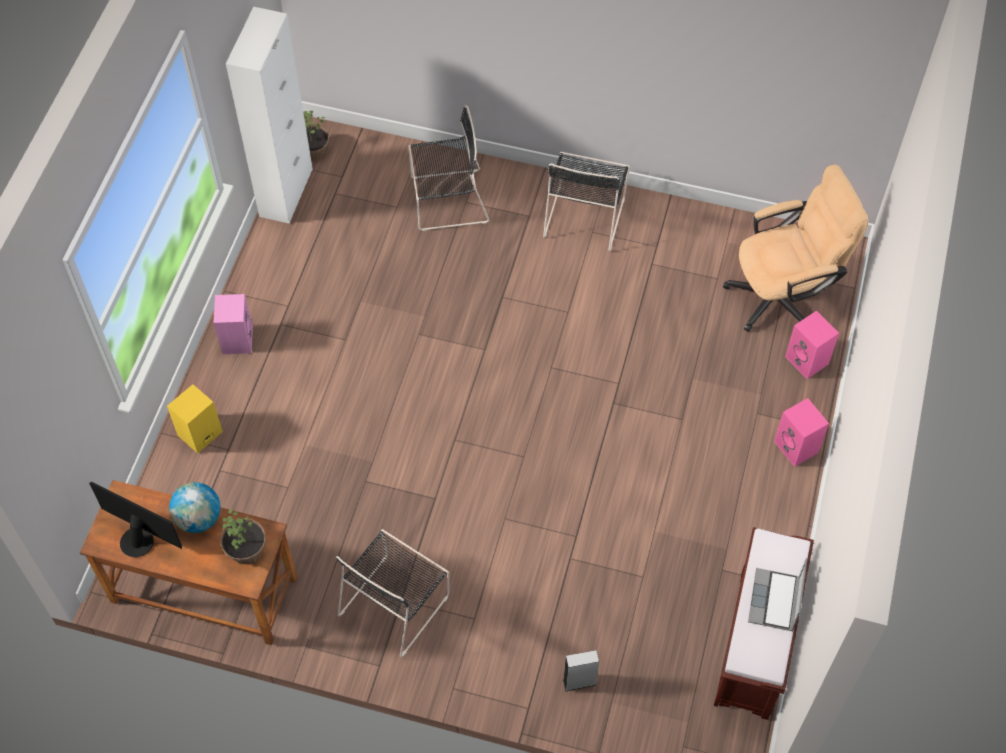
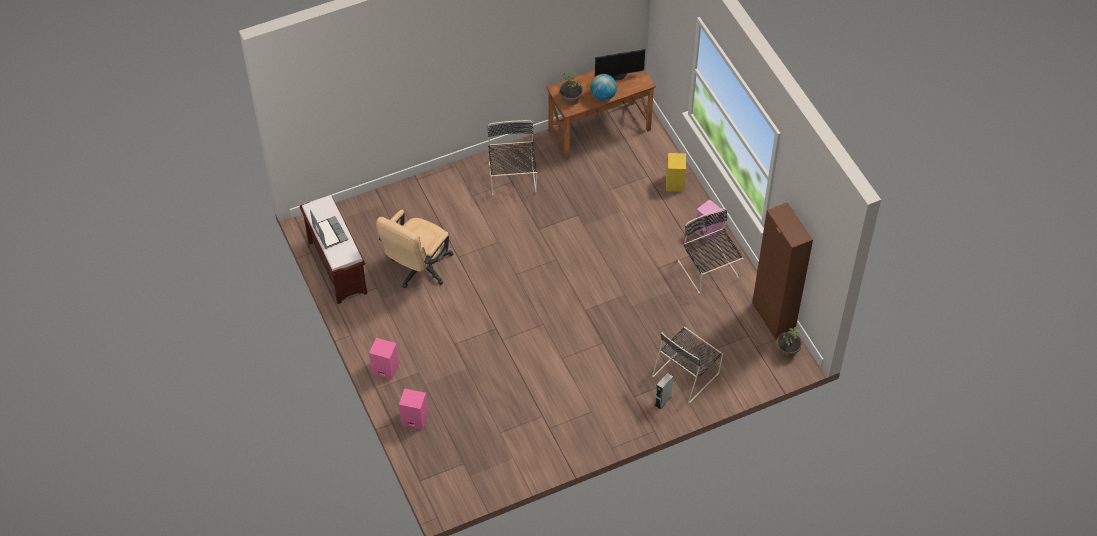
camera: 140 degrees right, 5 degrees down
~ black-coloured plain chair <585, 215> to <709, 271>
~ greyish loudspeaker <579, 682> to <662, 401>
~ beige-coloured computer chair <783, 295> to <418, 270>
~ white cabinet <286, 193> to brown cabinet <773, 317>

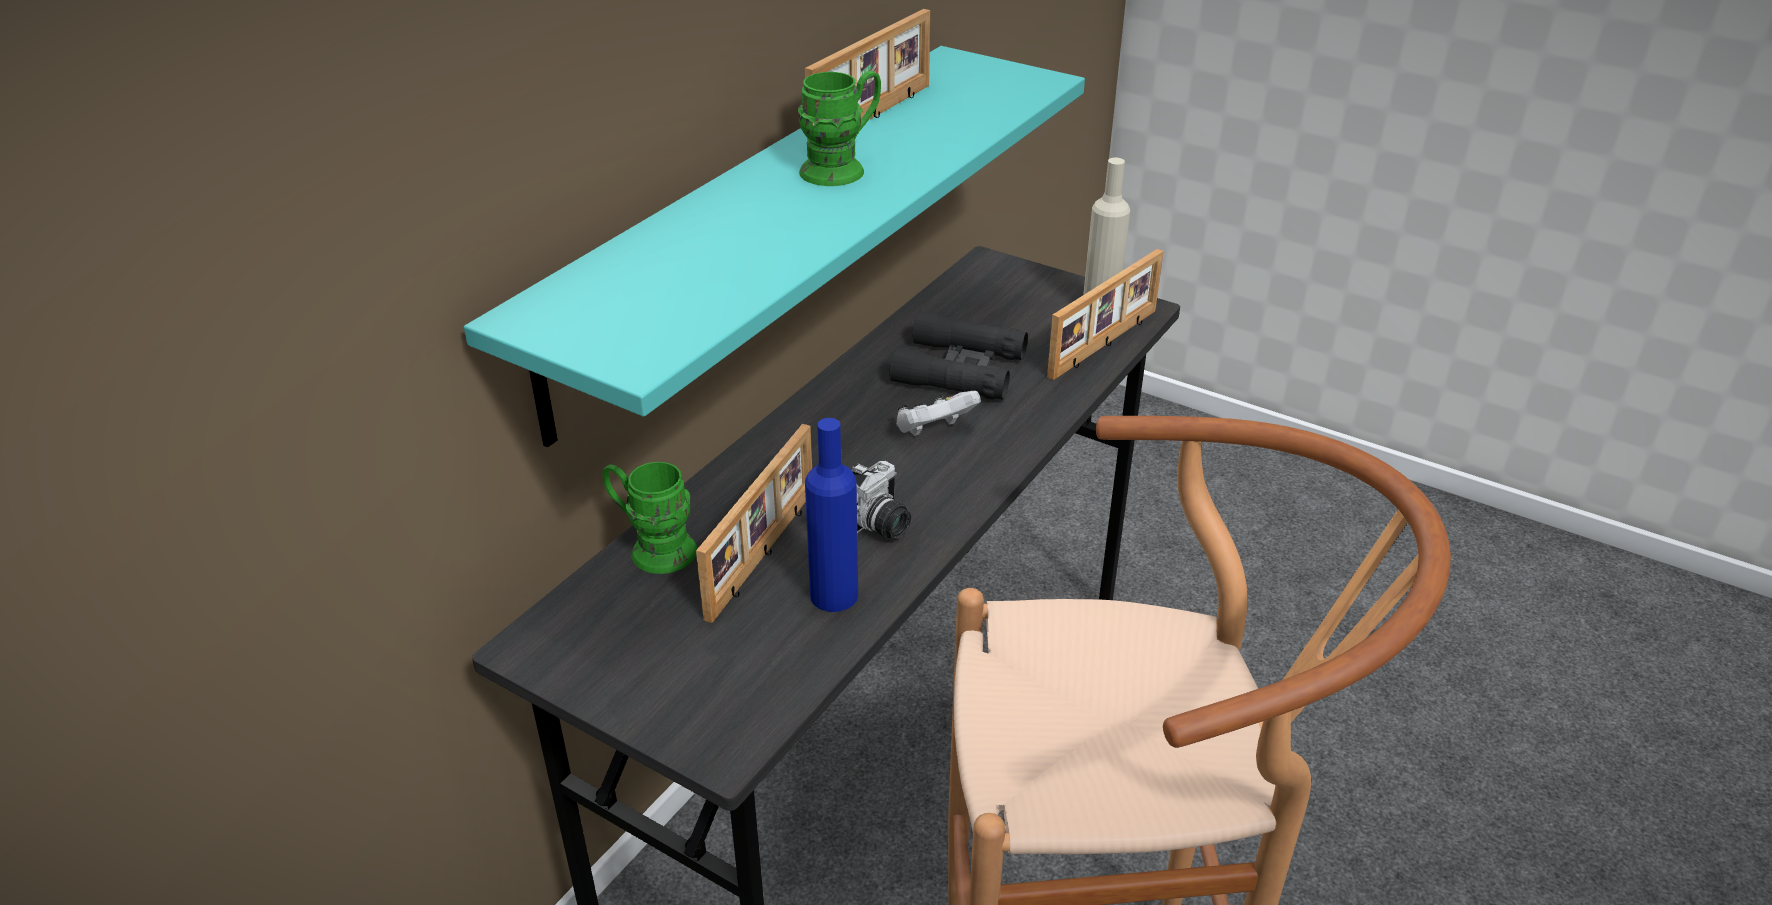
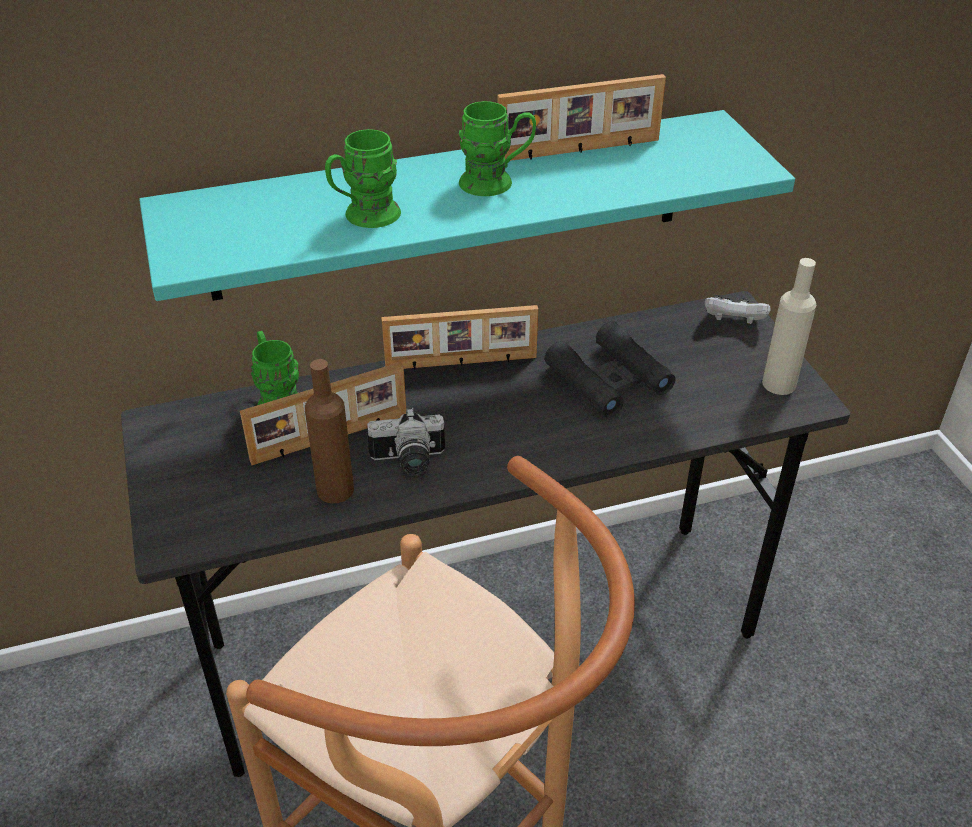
camera: 40 degrees right, 5 degrees up
+ green coffee mug <364, 217>
~ white joypad <934, 431> to <733, 323>
~ picture frame <1105, 344> to <461, 363>
~ blue-coloured bottle <834, 595> to brown bottle <335, 490>

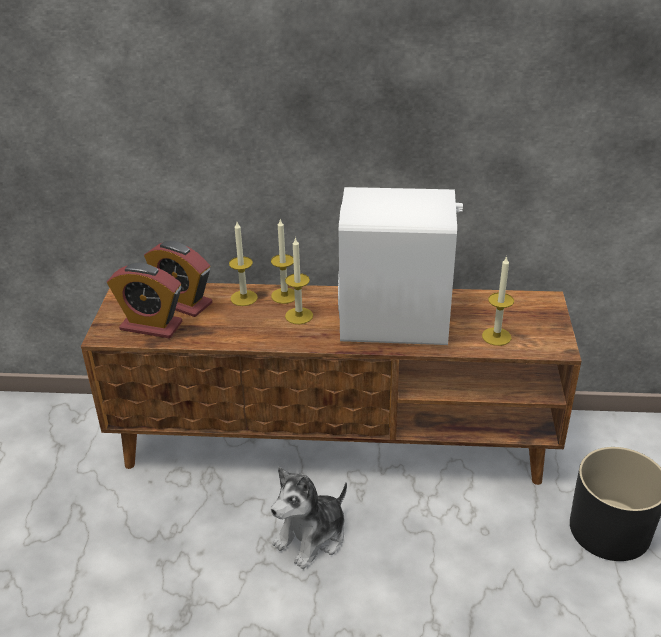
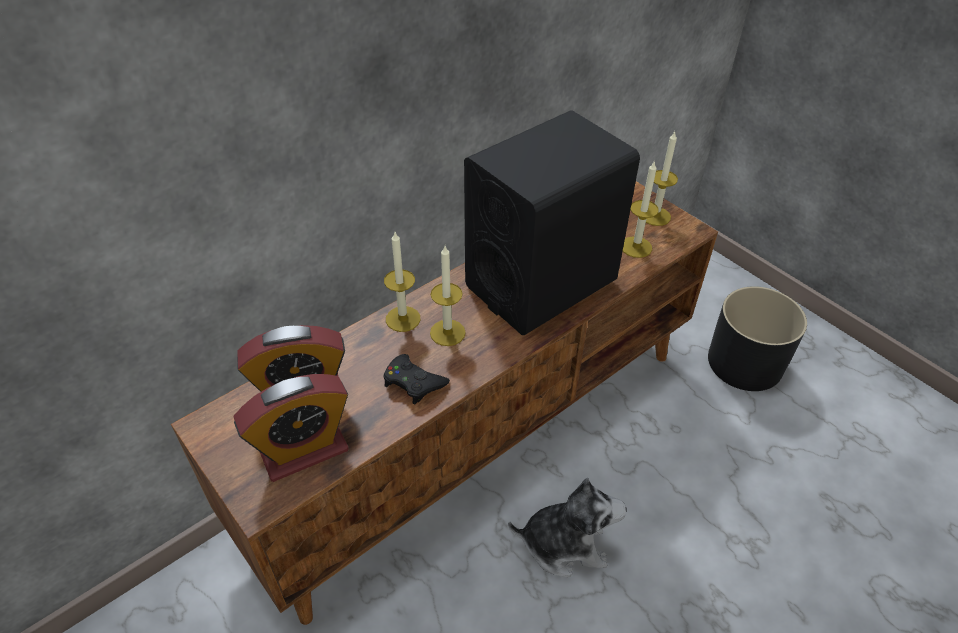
camera: 45 degrees left, 10 degrees up
+ black-coloured joypad <413, 382>
~ wax light <244, 298> to <655, 216>
~ white loudspeaker <395, 322> to black-coloured loudspeaker <541, 283>
~ plush toy <312, 537> = <564, 544> 90 degrees counterclockwise

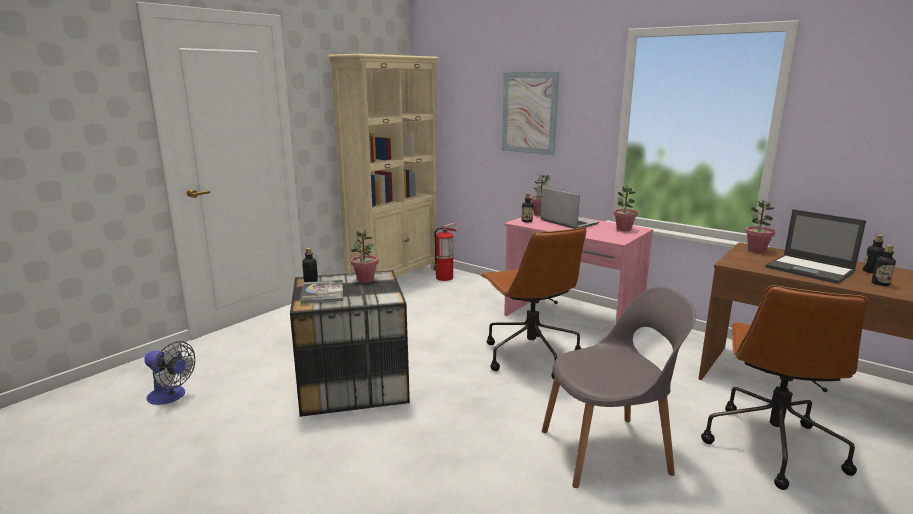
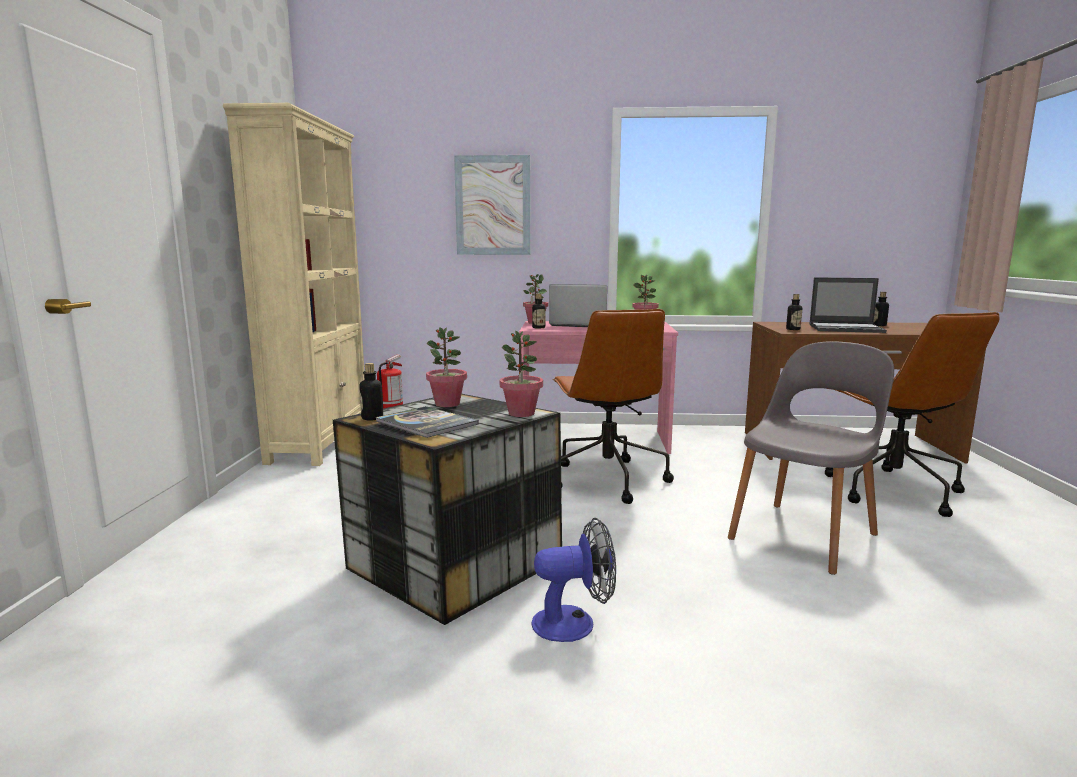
camera: 35 degrees left, 5 degrees down
~ electric fan <171, 396> to <574, 622>
~ potted plant <756, 250> to <521, 413>
~ bottle <880, 283> to <793, 329>
~ brown computer chair <529, 355> = <606, 479> 45 degrees clockwise

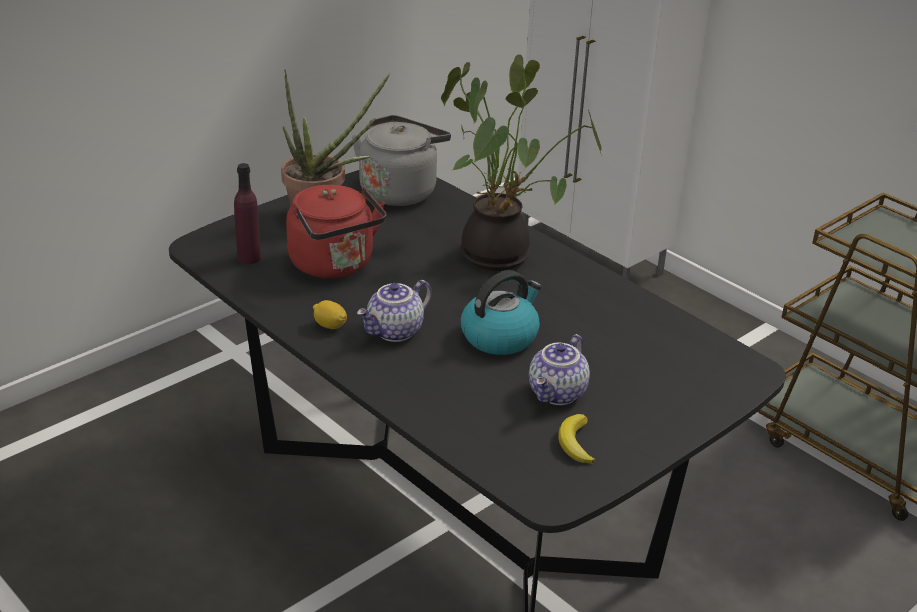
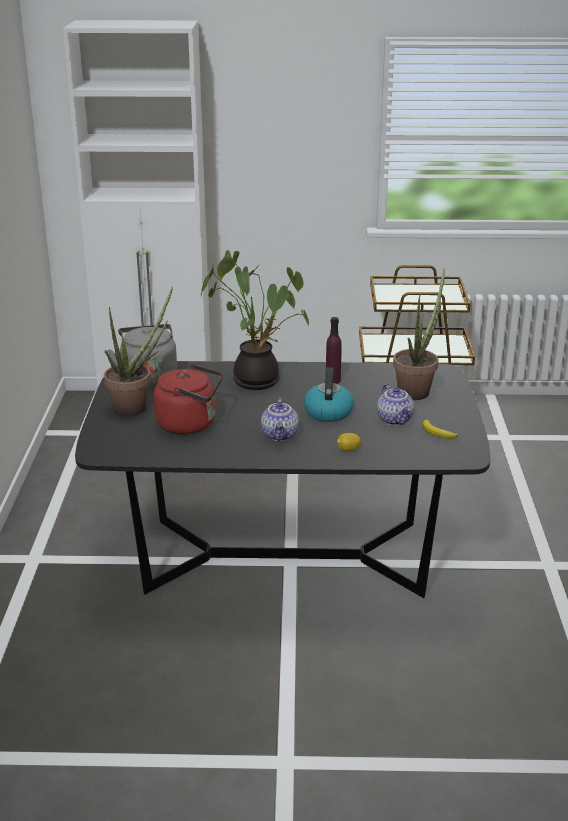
camera: 45 degrees left, 5 degrees down
+ potted plant <416, 390>
~ purplish bottle <249, 258> to <333, 380>
~ lemon <330, 326> to <348, 450>

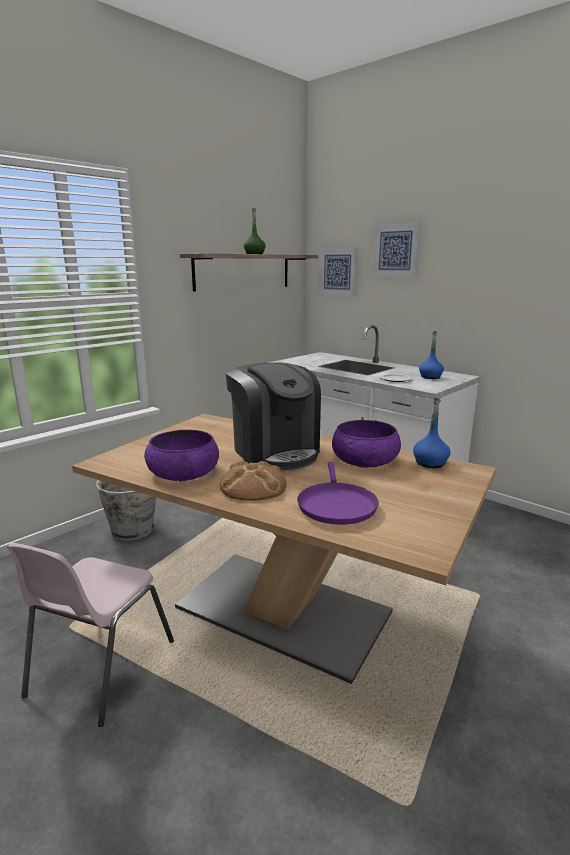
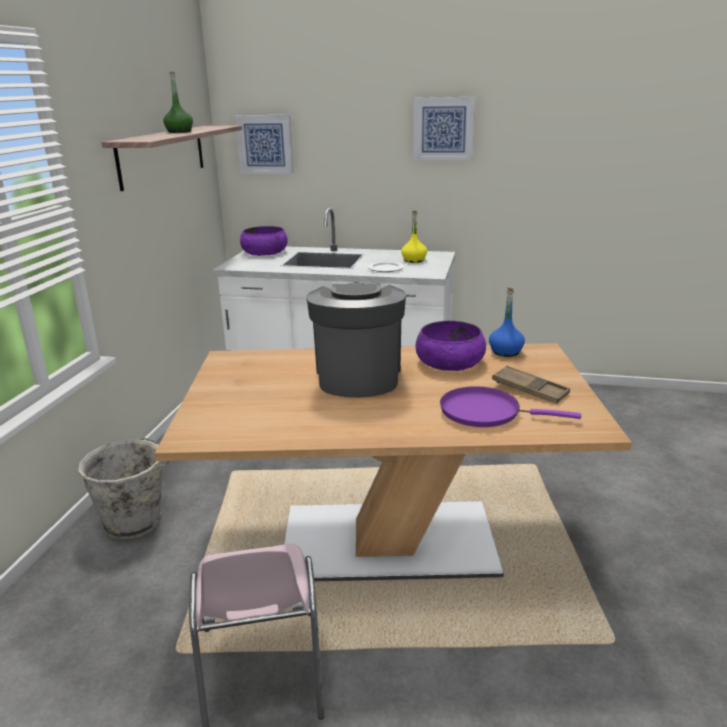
camera: 30 degrees left, 5 degrees up
- baked bread <253, 486>
+ brown carrying tray <530, 389>
~ purplish bowl <183, 472> to <265, 252>
~ wall art <396, 250> to <443, 129>
~ blue-coloured bottle <430, 377> to yellow bottle <414, 260>
~ coffee maker <275, 451> = <358, 376> 120 degrees counterclockwise
~ purplish frying pan <336, 505> = <485, 412> 135 degrees clockwise

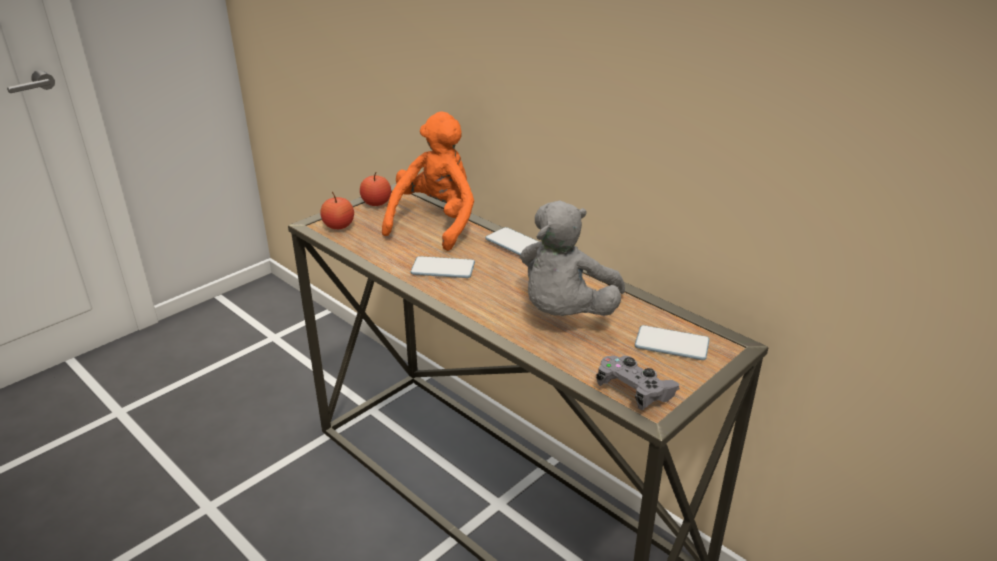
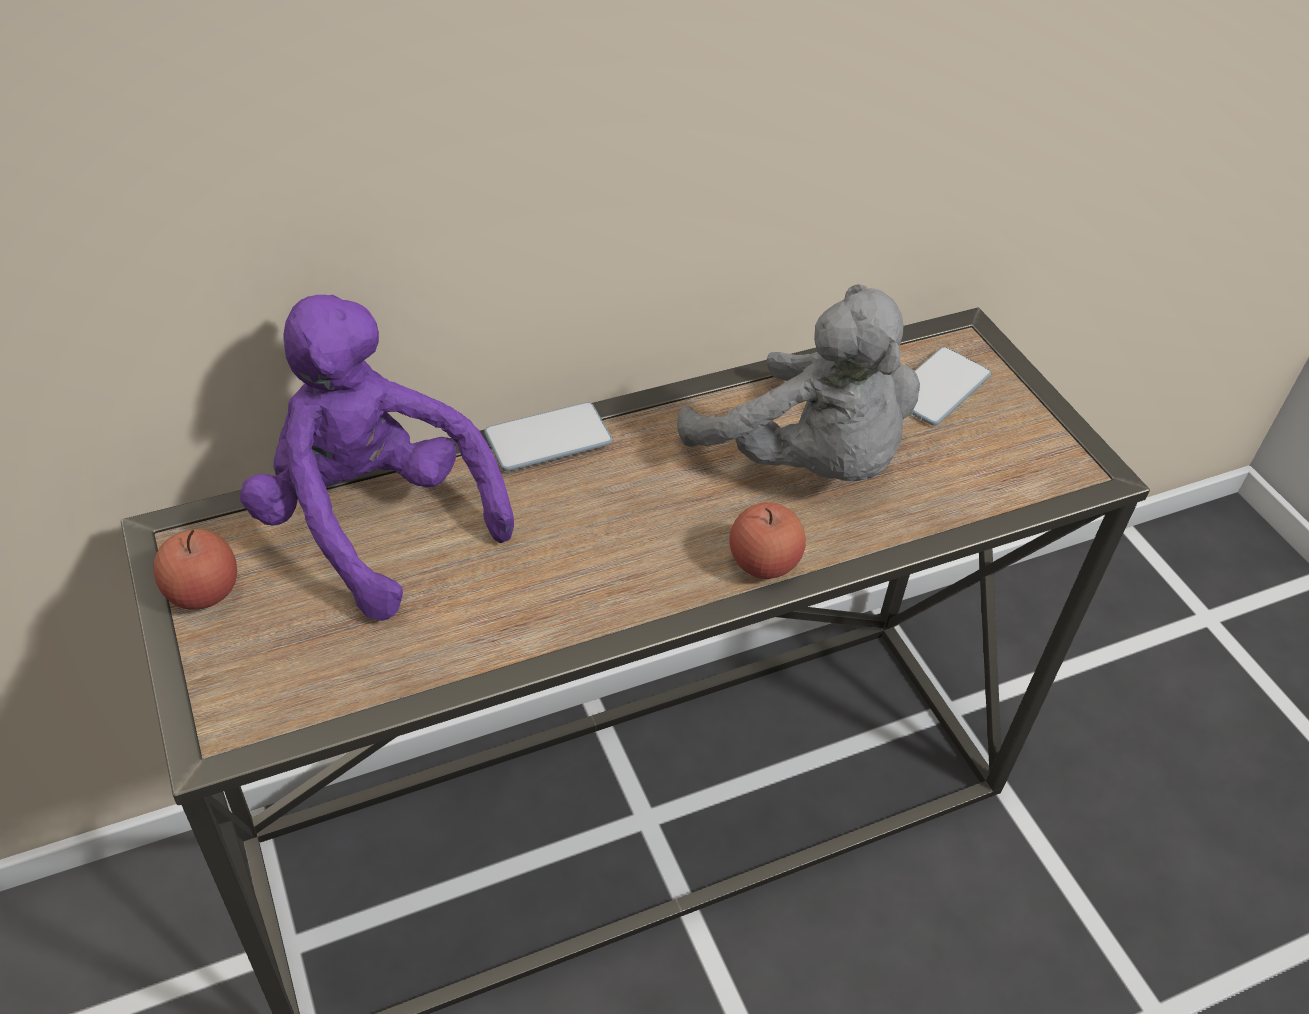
camera: 70 degrees left, 15 degrees up
- handset <443, 269>
- greyish joypad <634, 391>
~ apple <338, 226> to <763, 563>
~ orangey plush toy <435, 223> to purplish plush toy <374, 522>

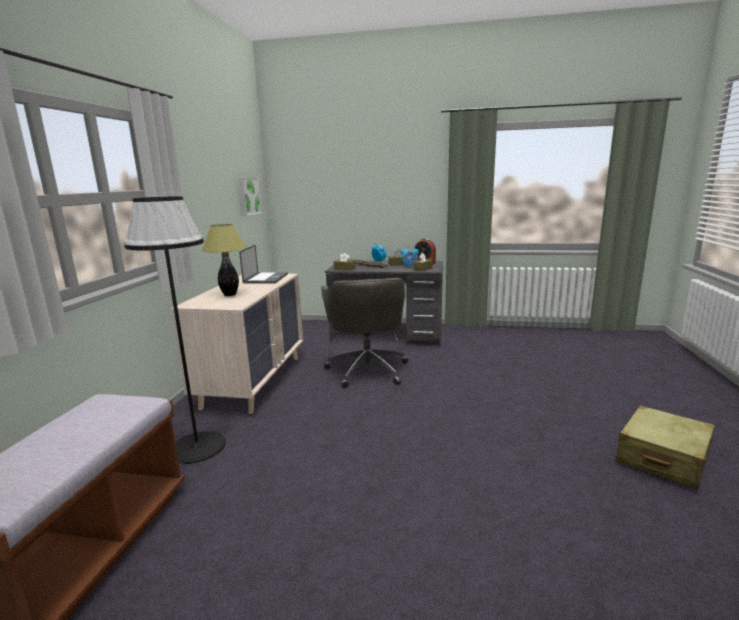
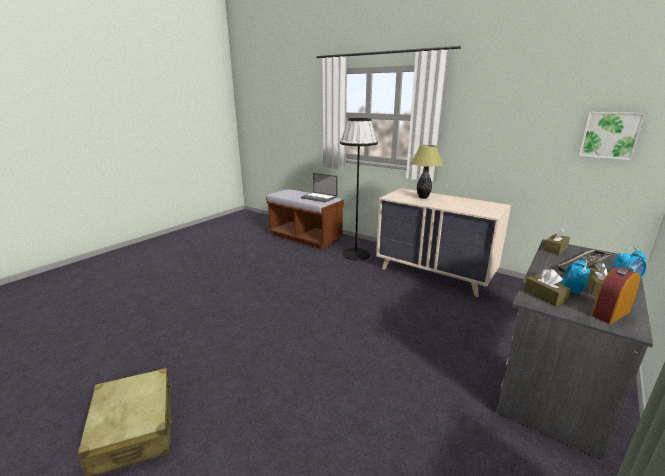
camera: 115 degrees right, 5 degrees up
- greyish computer chair <367, 369>
~ notebook computer <266, 278> to <319, 197>

